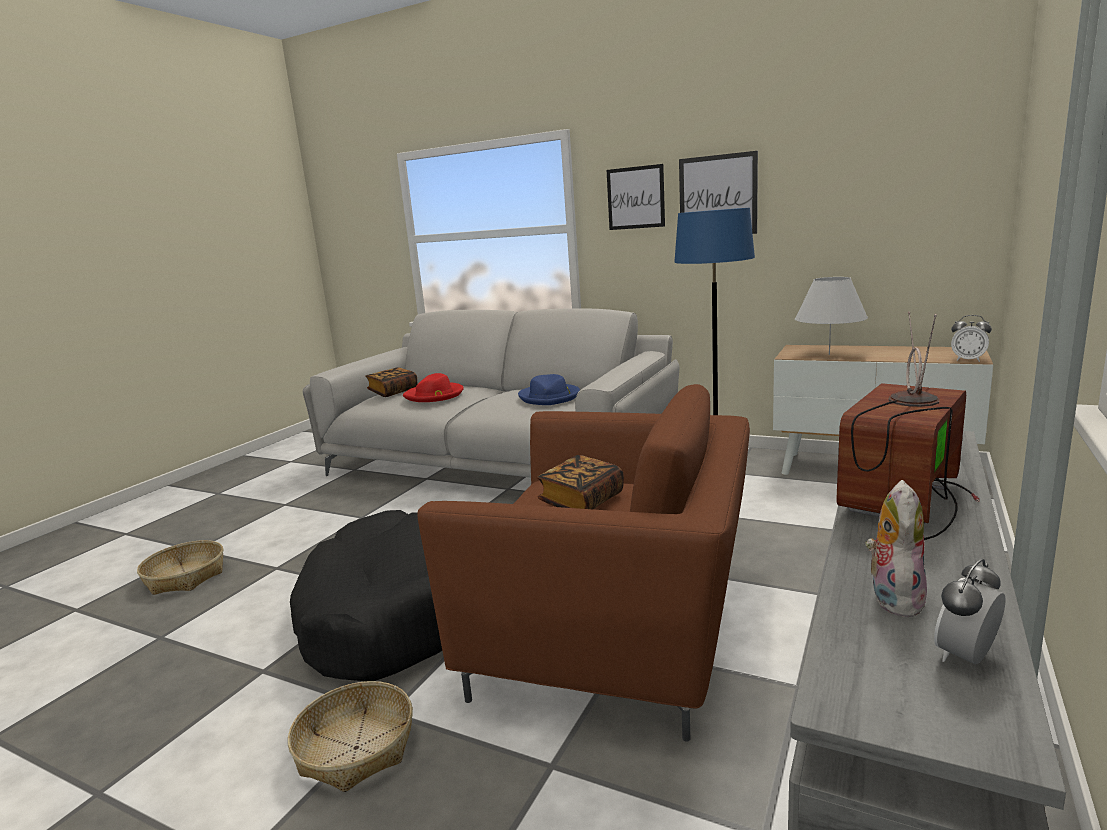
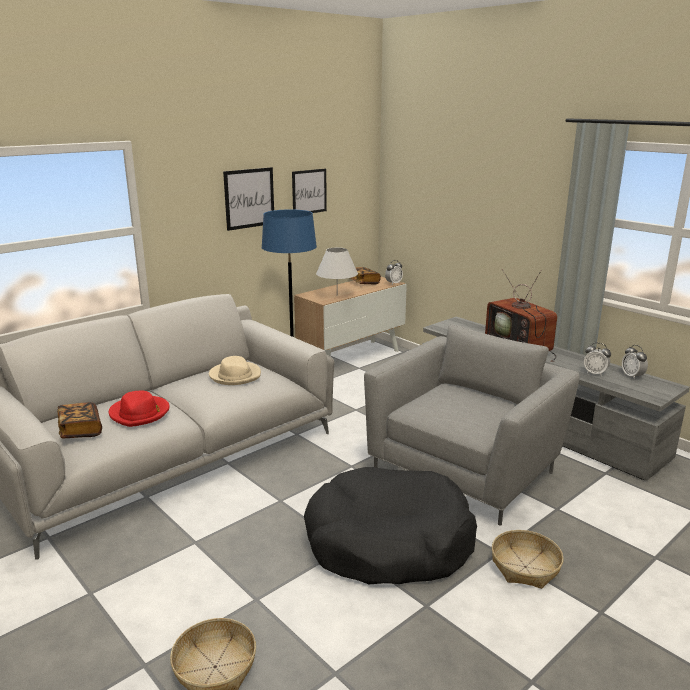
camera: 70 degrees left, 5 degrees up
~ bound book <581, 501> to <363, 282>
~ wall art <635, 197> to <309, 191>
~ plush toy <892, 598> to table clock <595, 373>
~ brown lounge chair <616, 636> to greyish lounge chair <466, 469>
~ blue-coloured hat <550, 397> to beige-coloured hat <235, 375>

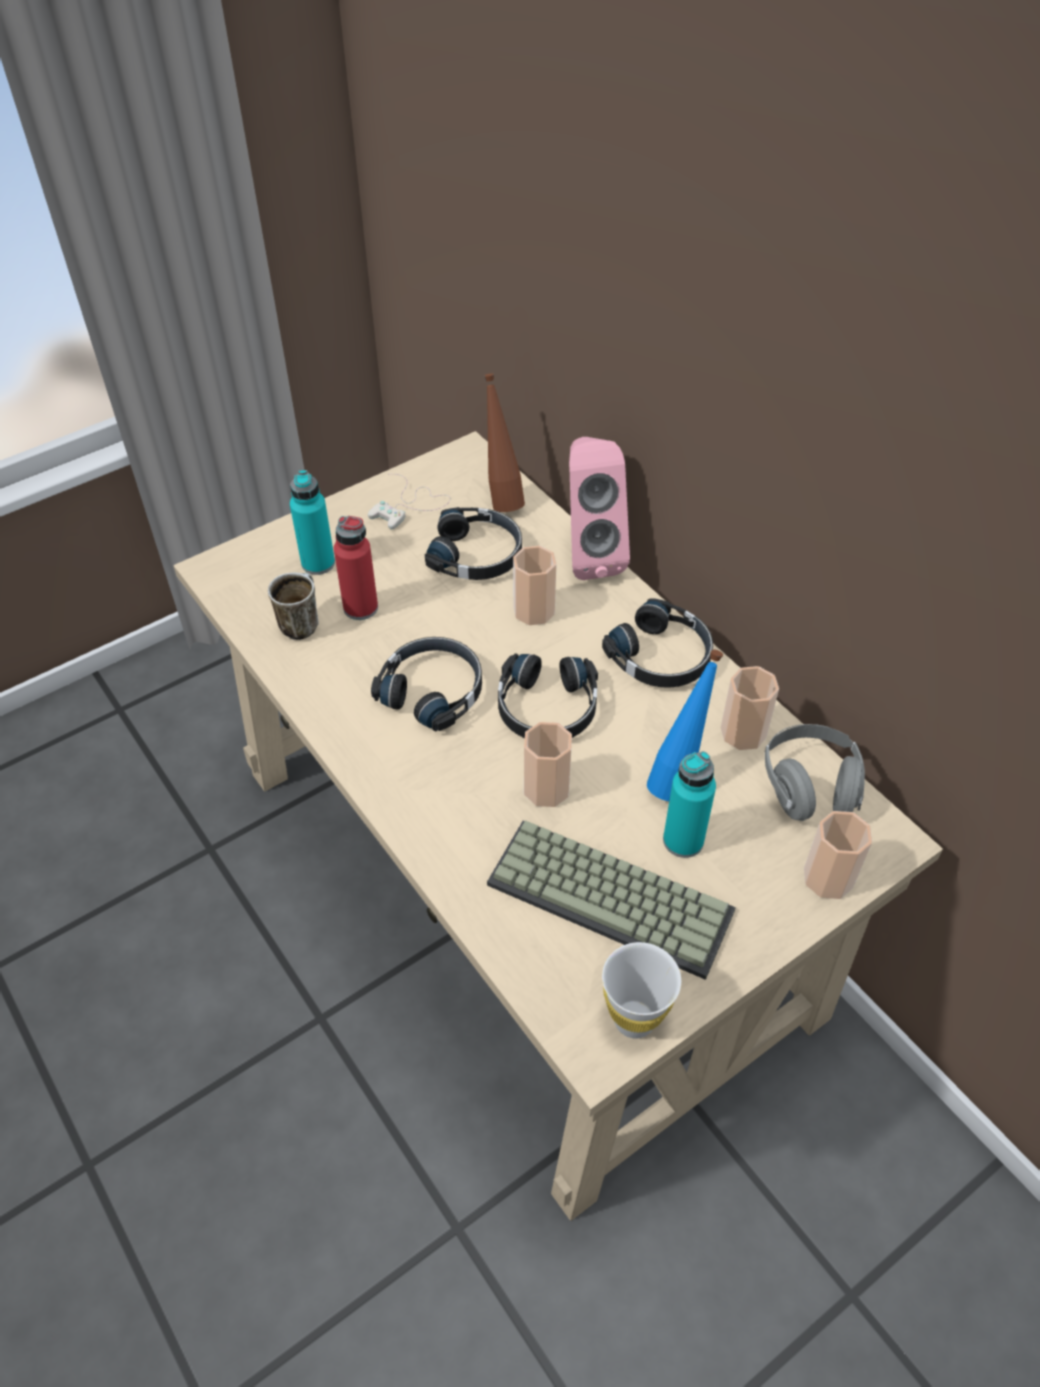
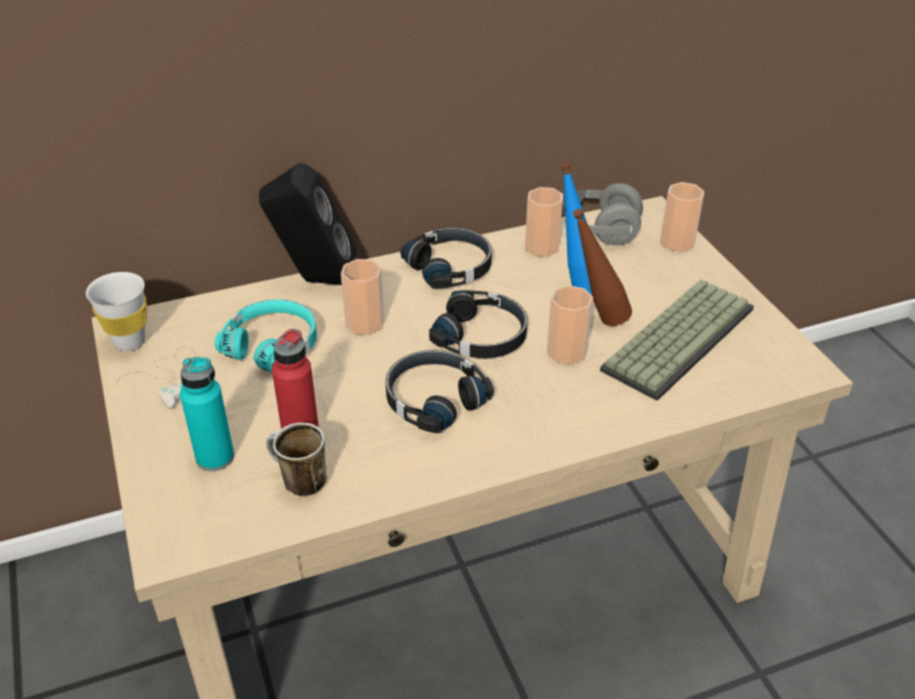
camera: 75 degrees left, 10 degrees down
- turquoise-coloured bottle <683, 840>
~ brown bottle <502, 498> to <596, 320>
~ white drinking cup <634, 1019> to <130, 342>
~ black-coloured headphones <477, 555> to turquoise-coloured headphones <273, 344>
~ pink loudspeaker <589, 555> to black-coloured loudspeaker <314, 280>

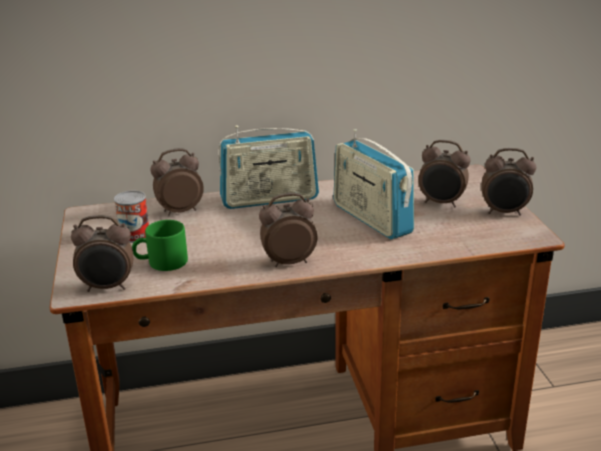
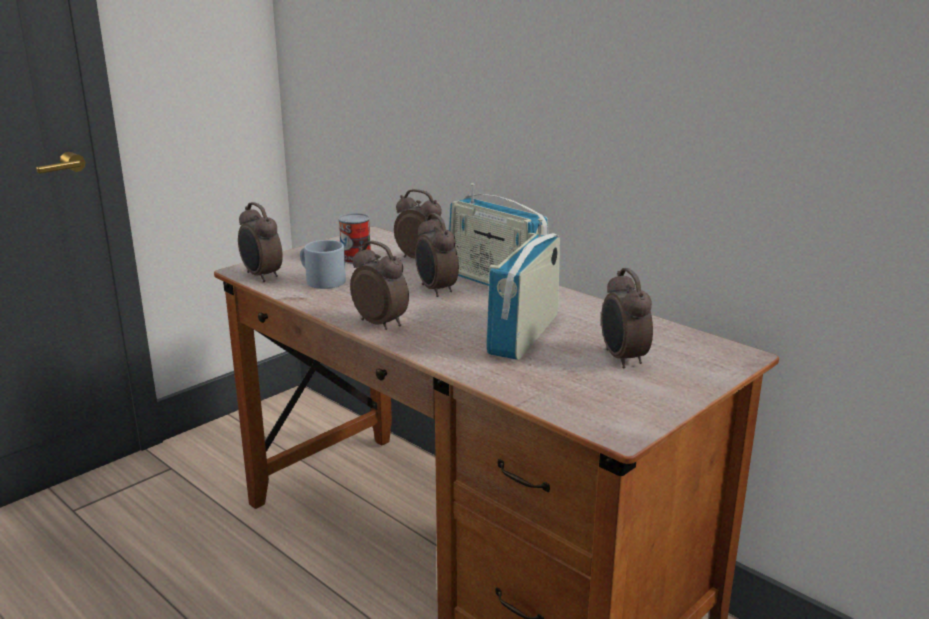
camera: 55 degrees right, 5 degrees down
~ table clock <504, 212> to <435, 290>
~ green coffee mug <161, 263> to greyish coffee mug <320, 280>

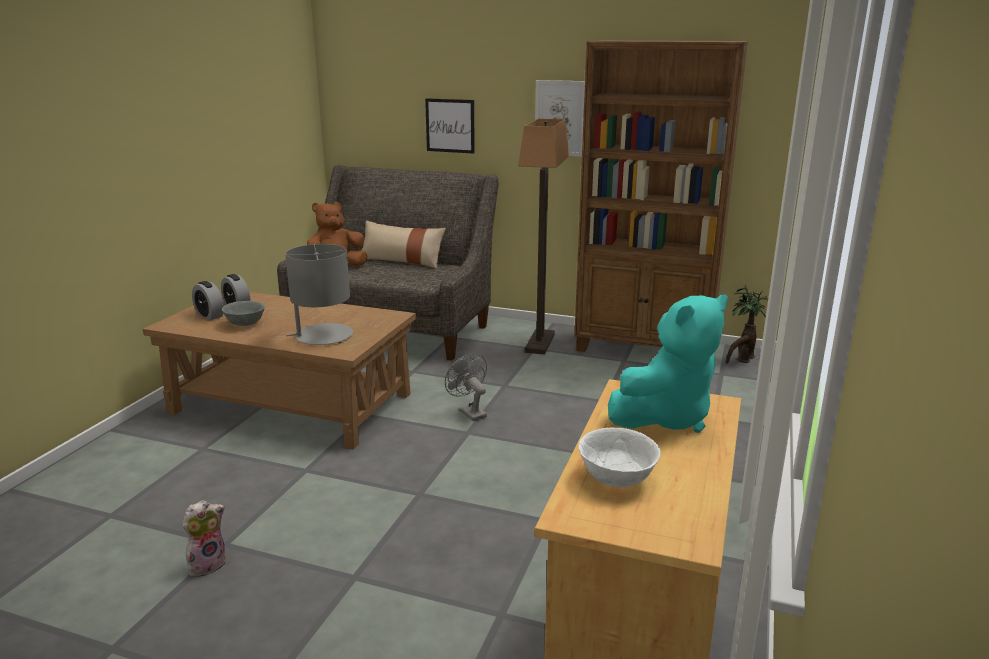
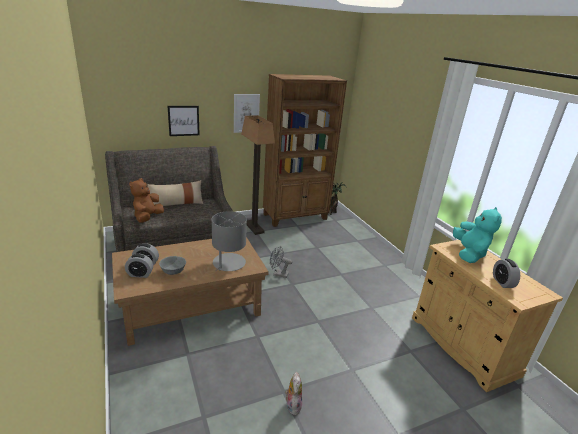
camera: 45 degrees left, 5 degrees up
~ white bowl <617, 478> to table clock <502, 282>

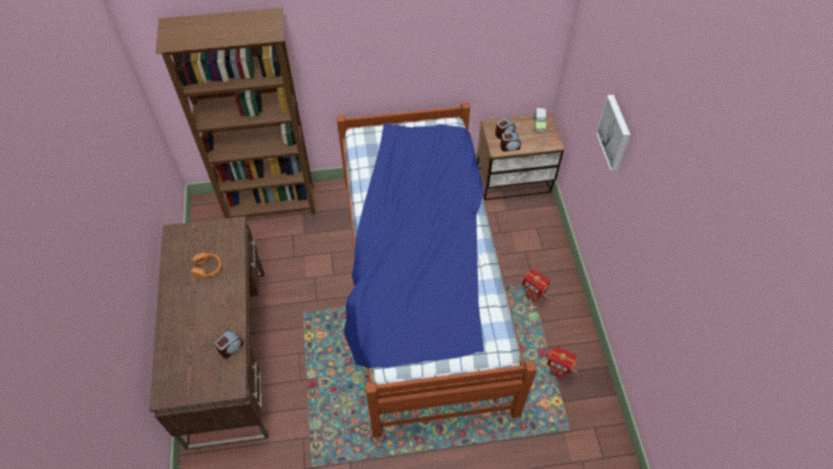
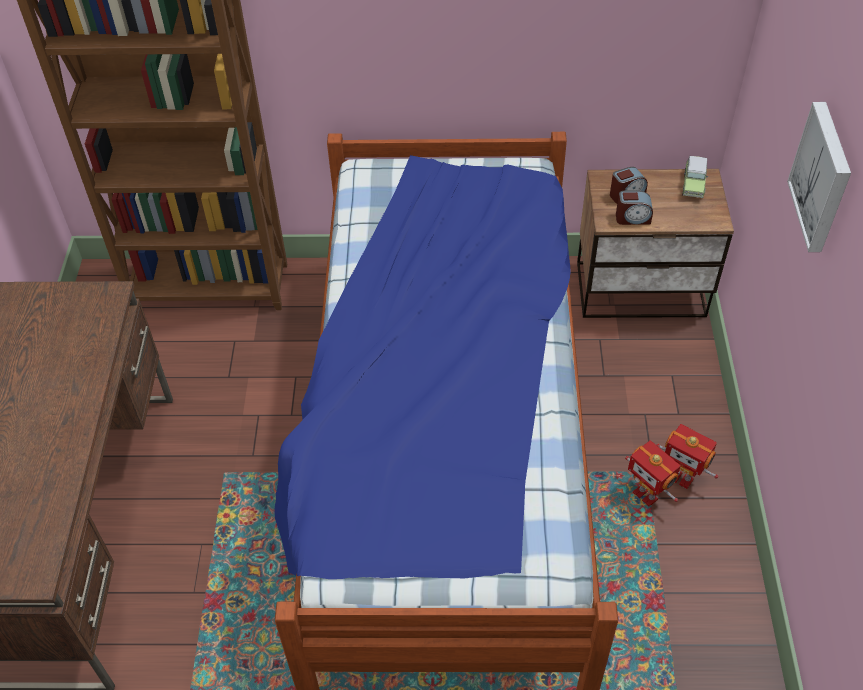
camera: 10 degrees right, 5 degrees down
- orangey headphones <208, 268>
- table clock <230, 348>
~ toy robot <556, 372> to <681, 477>

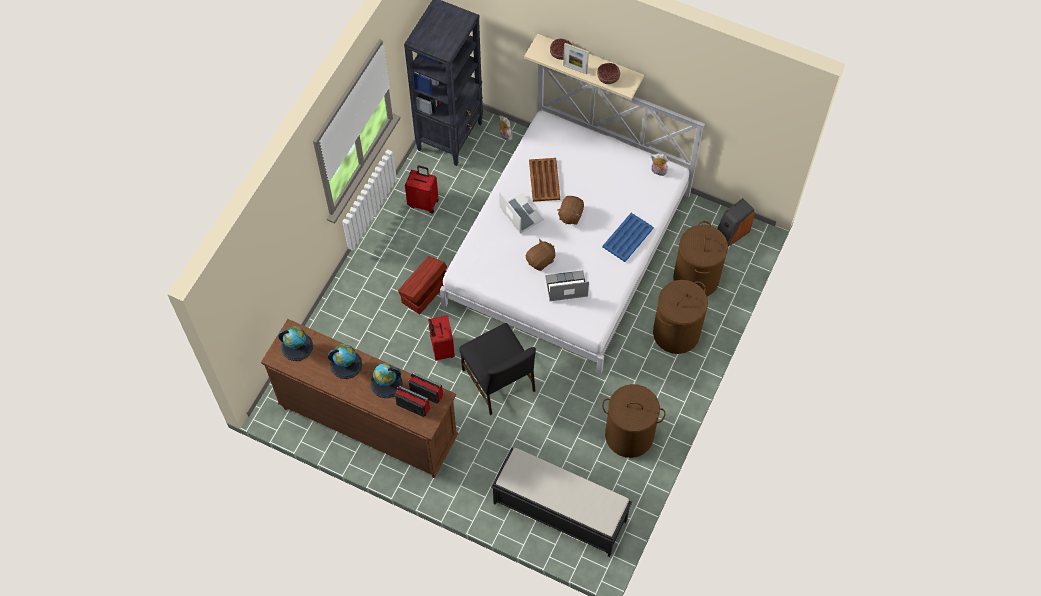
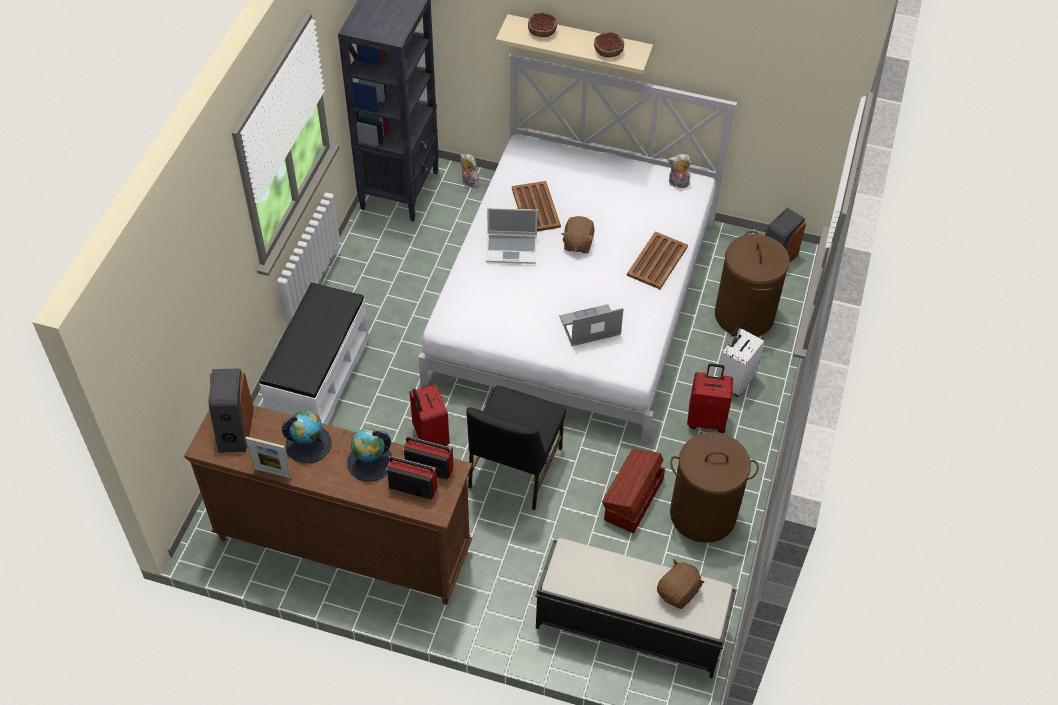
camera: 10 degrees left, 10 degrees down
+ white bench <319, 379>
~ brown storage bin <425, 291> to <632, 500>
~ reddish travel case <423, 203> to <706, 420>
~ brown plush toy <541, 260> to <678, 592>
~ picture frame <575, 69> to <272, 472>
~ world globe <297, 346> to loudspeaker <234, 429>
~ brown laundry basket <676, 332> to white travel case <734, 381>
~ blue-coloured carrying tray <628, 237> to brown carrying tray <657, 260>
~ black-coloured plain chair <498, 382> = <514, 469> 60 degrees clockwise
~ notebook computer <520, 214> = <512, 248> 135 degrees clockwise

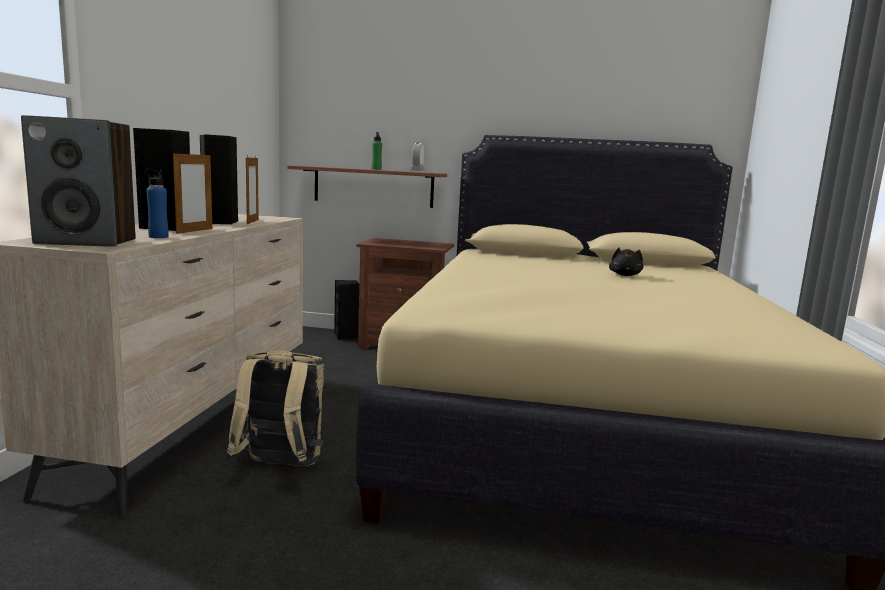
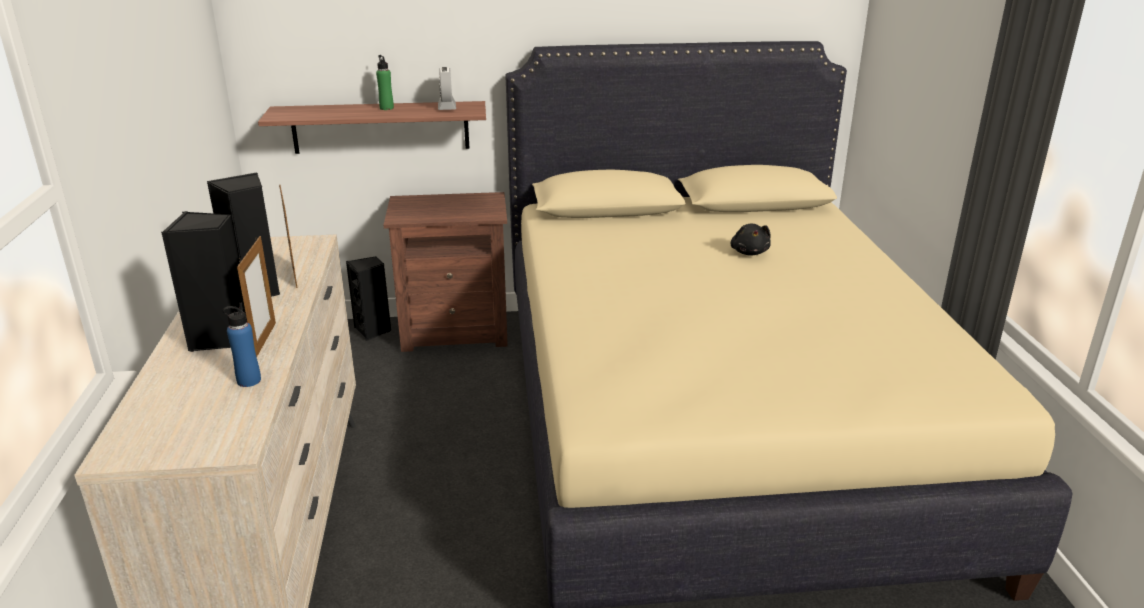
camera: 15 degrees left, 15 degrees up
- loudspeaker <88, 242>
- beige-coloured rucksack <280, 467>

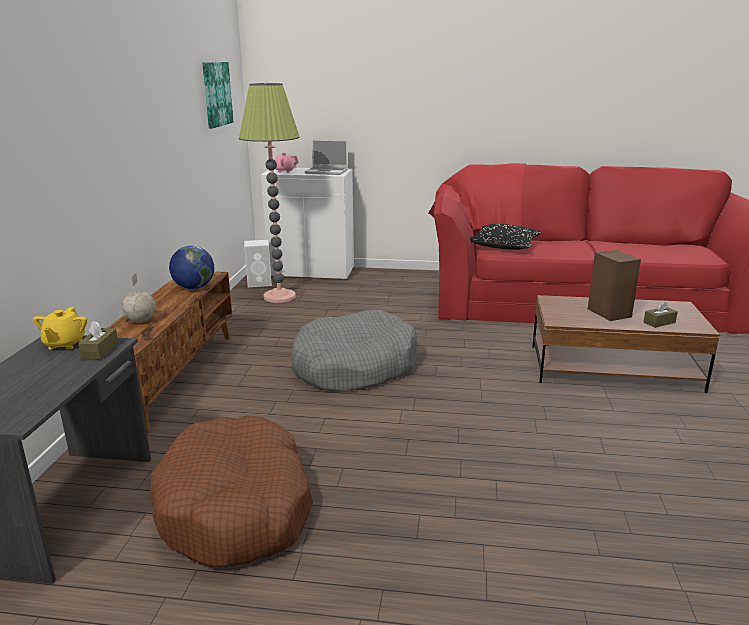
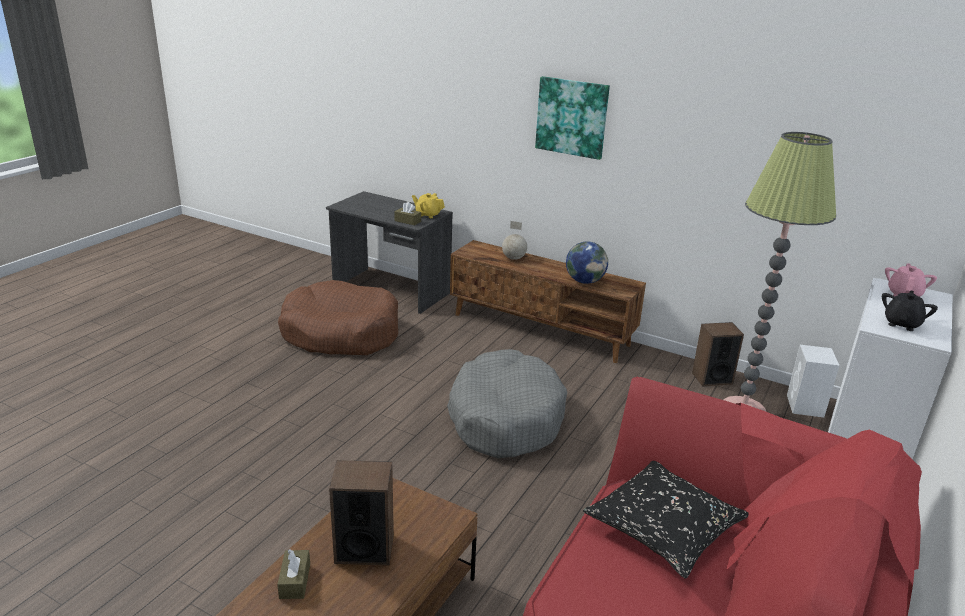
camera: 110 degrees right, 5 degrees up
+ loudspeaker <712, 378>
~ wall art <216, 94> to <572, 117>
~ notebook computer <327, 172> to black-coloured teapot <902, 324>

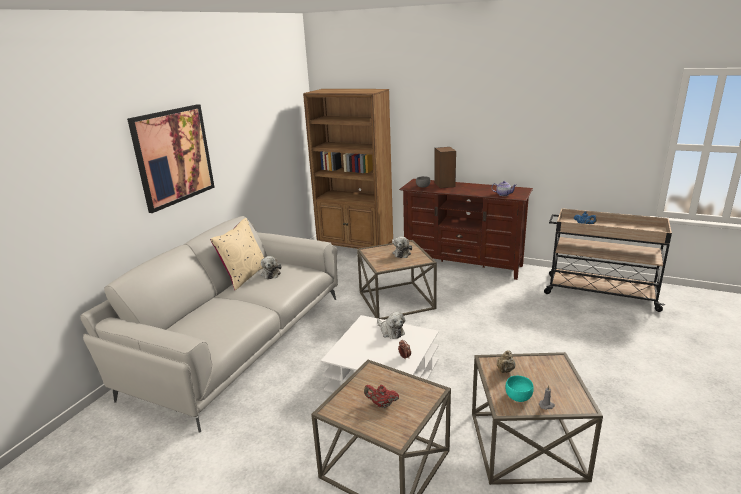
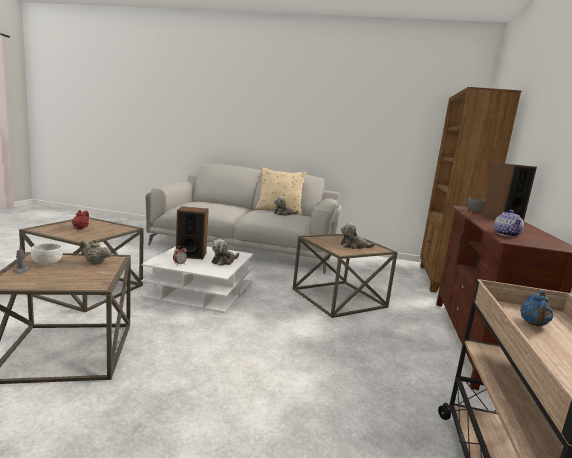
camera: 75 degrees right, 10 degrees down
- wall art <173, 156>
+ loudspeaker <191, 255>
~ turquoise-coloured bowl <518, 397> to white bowl <47, 262>

